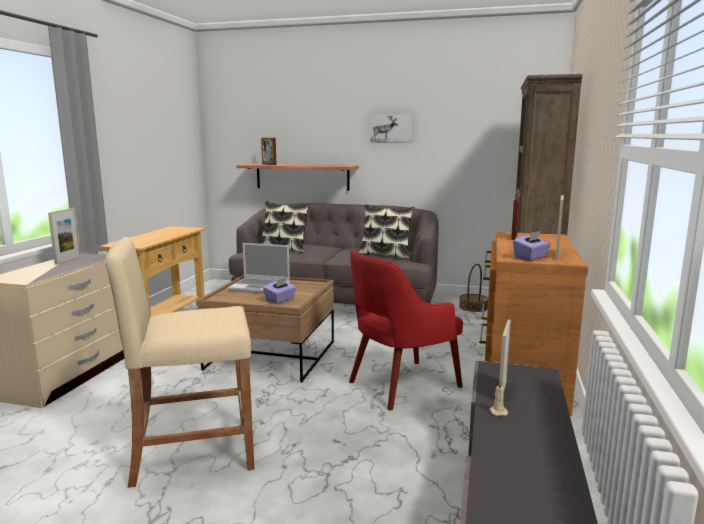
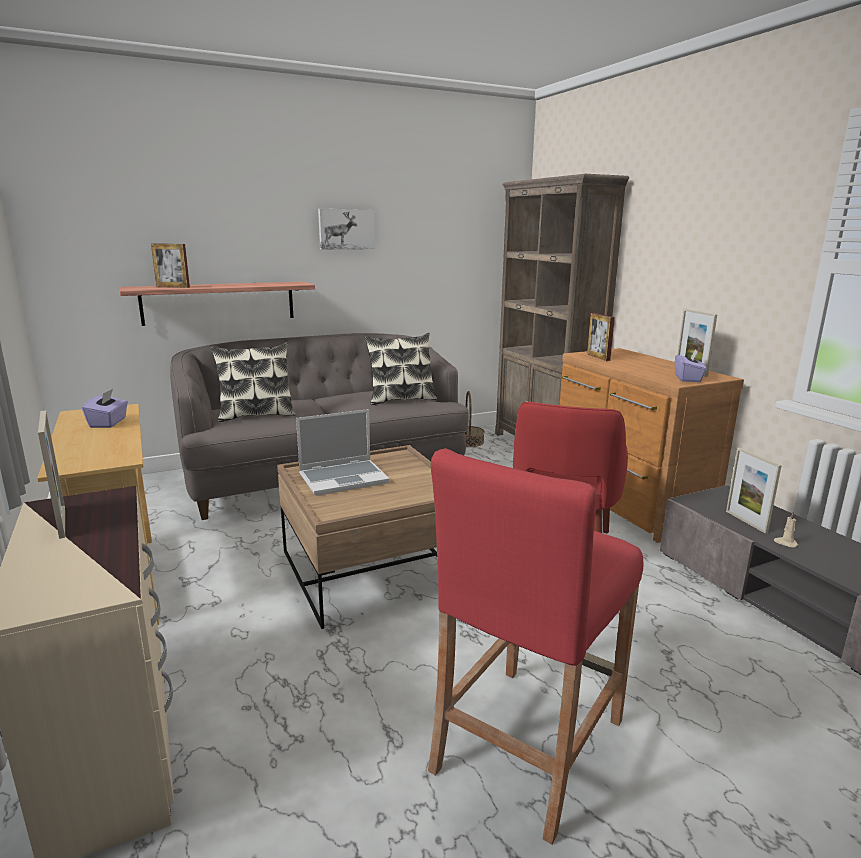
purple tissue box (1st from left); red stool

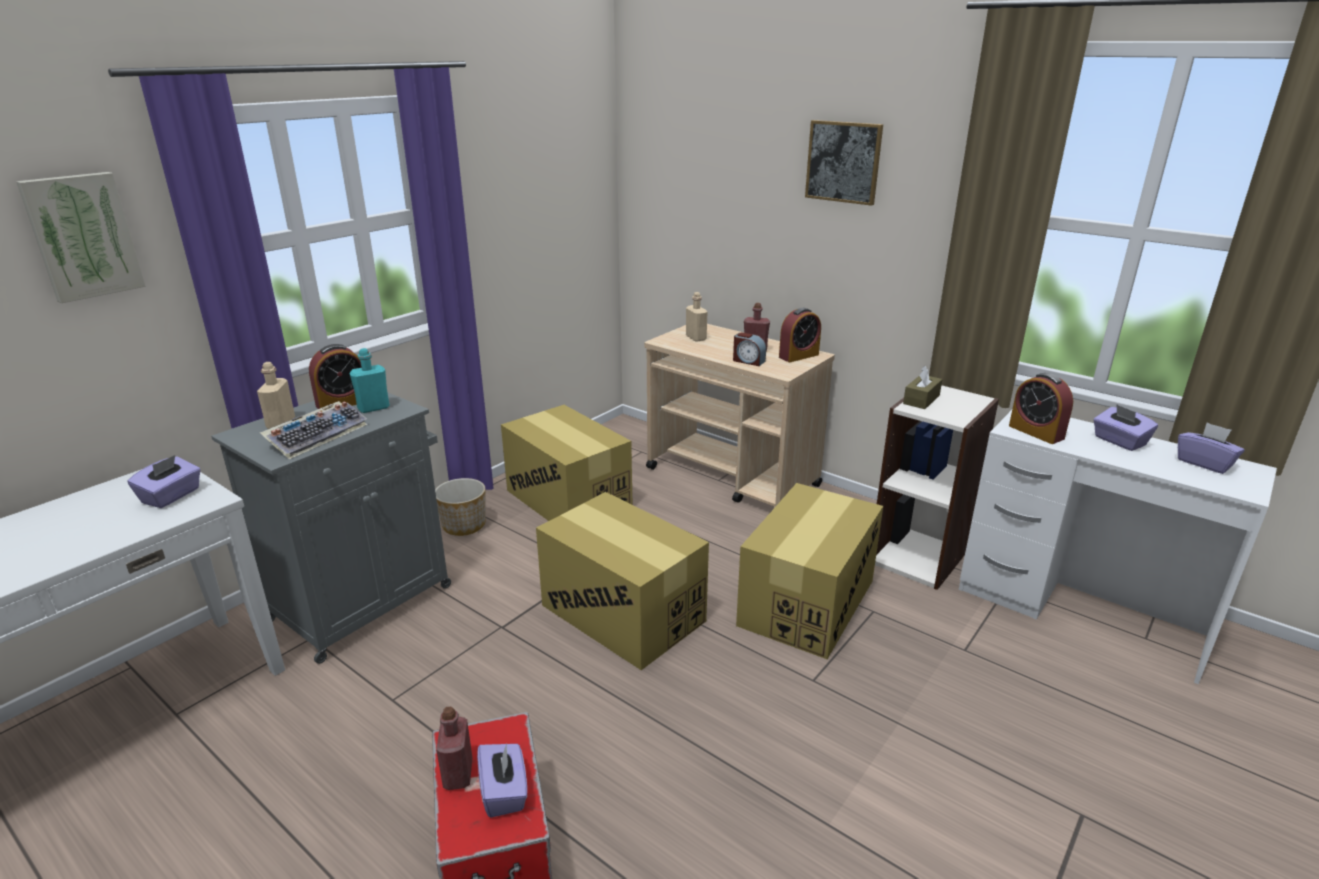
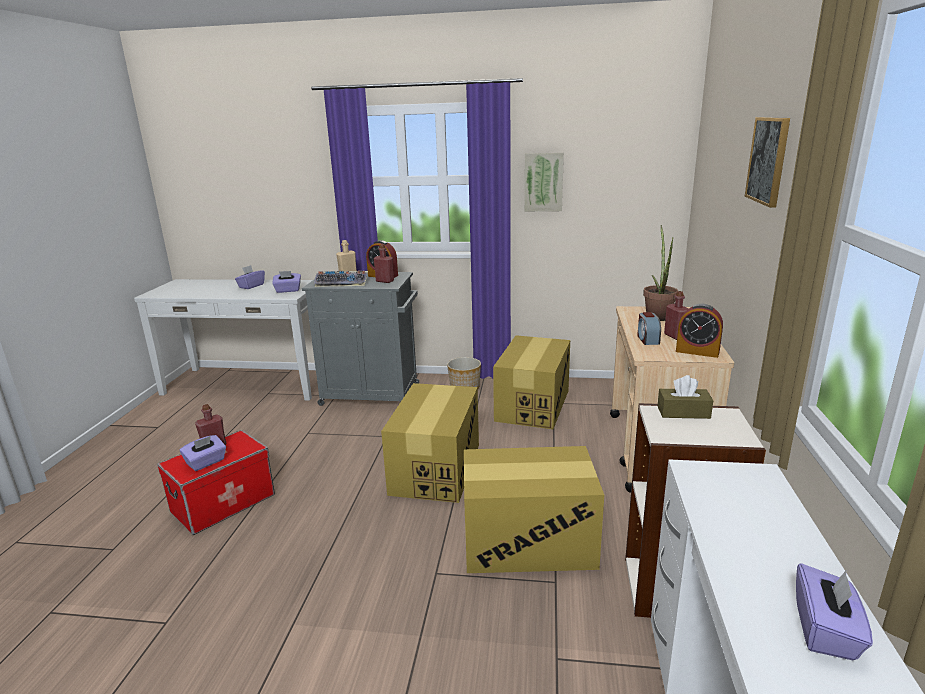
alarm clock (4th from left in the first image); picture (1st from left); purple tissue box (2nd from left); potted plant; red bottle (2nd from left)

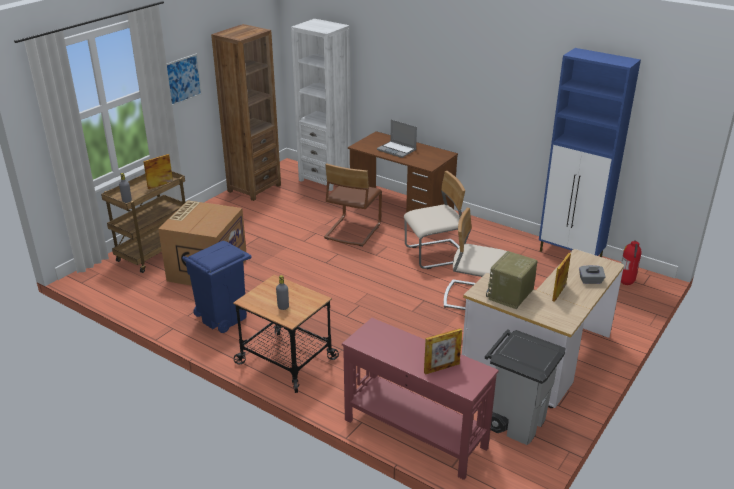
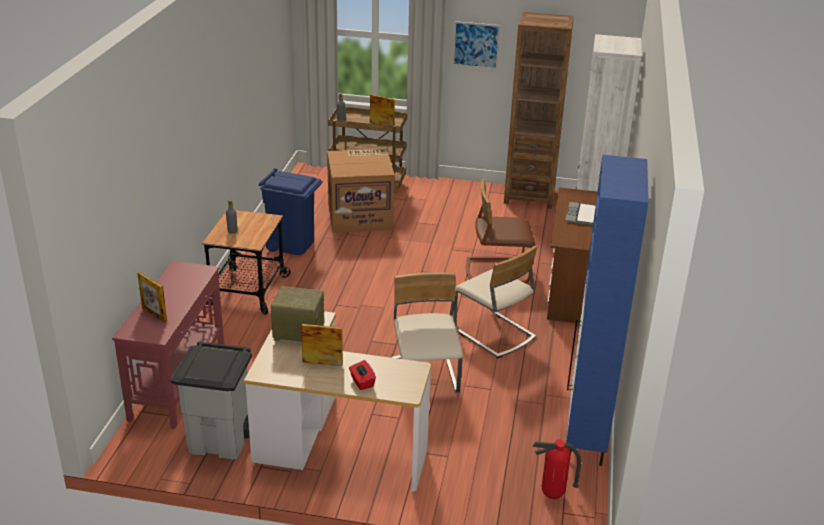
red tissue box

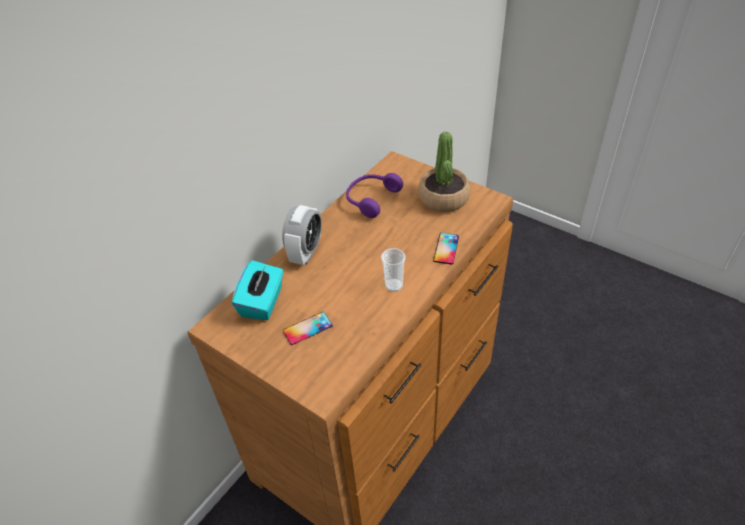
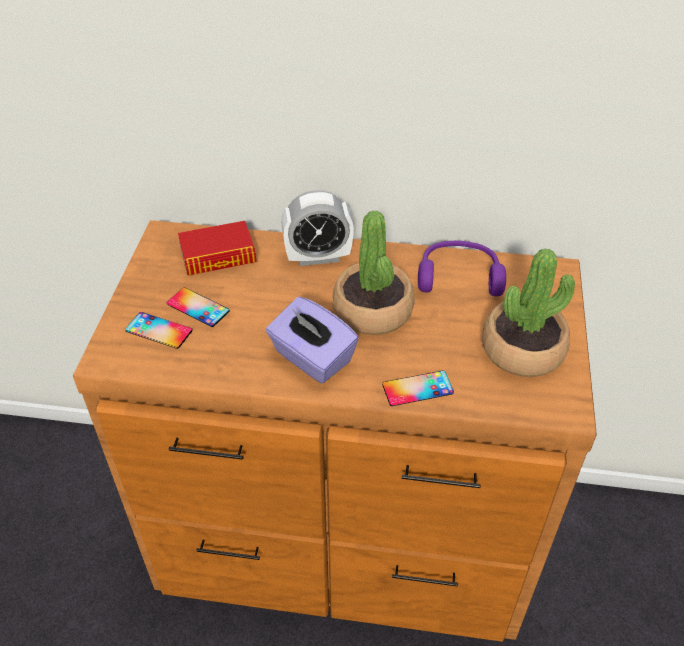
phone (1st from left); potted plant (1st from left); book; purple tissue box

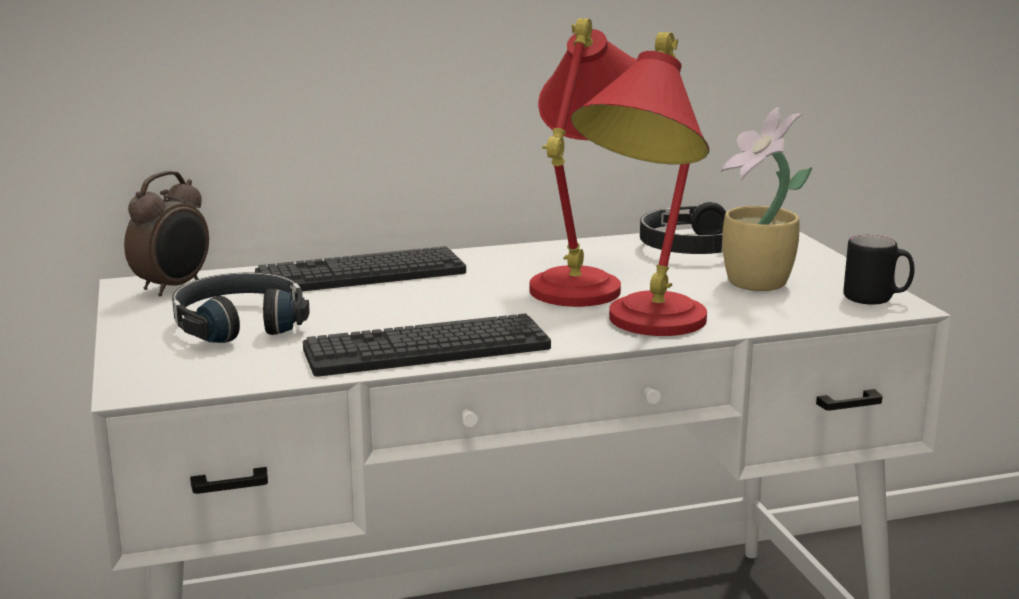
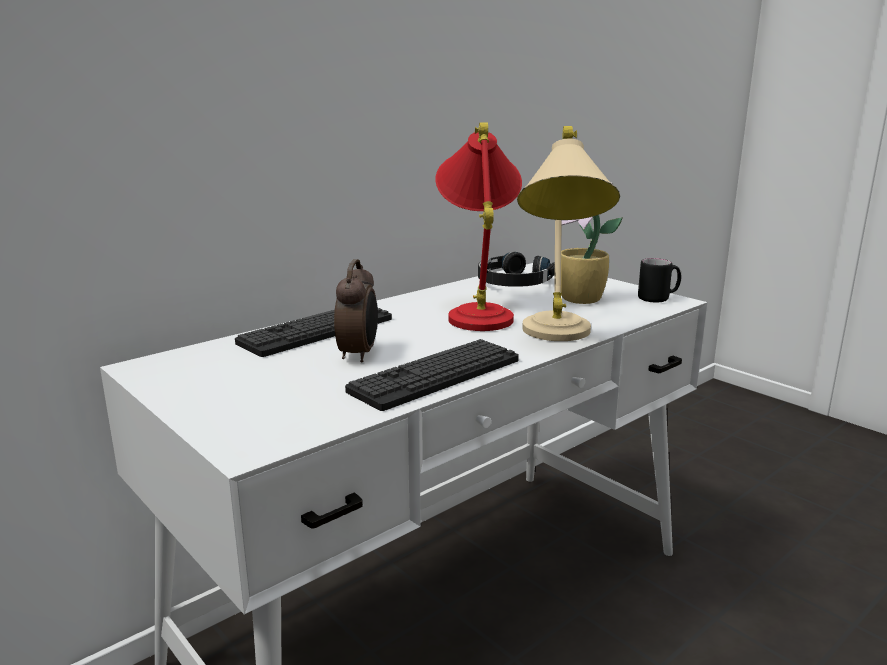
black headphones (1st from left in the first image); alarm clock; beige table lamp

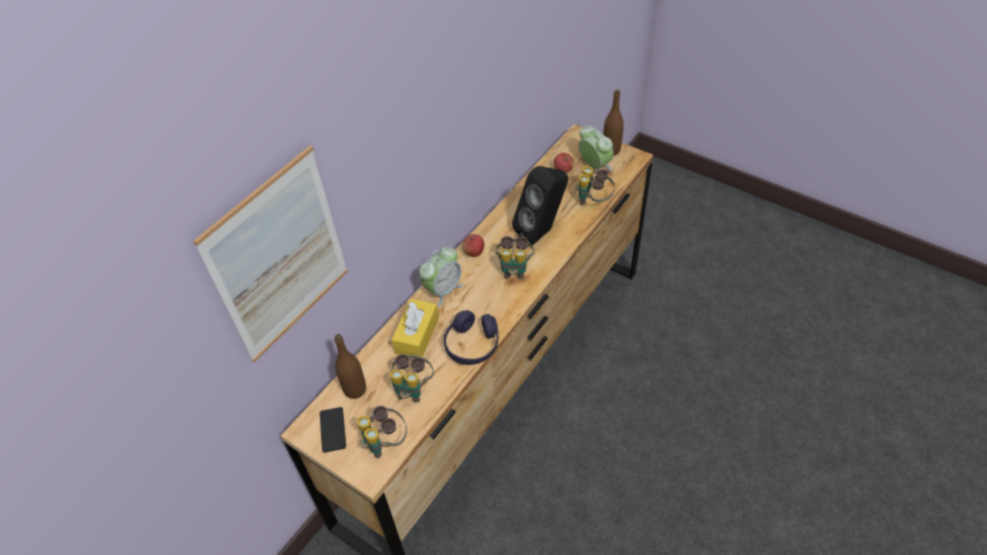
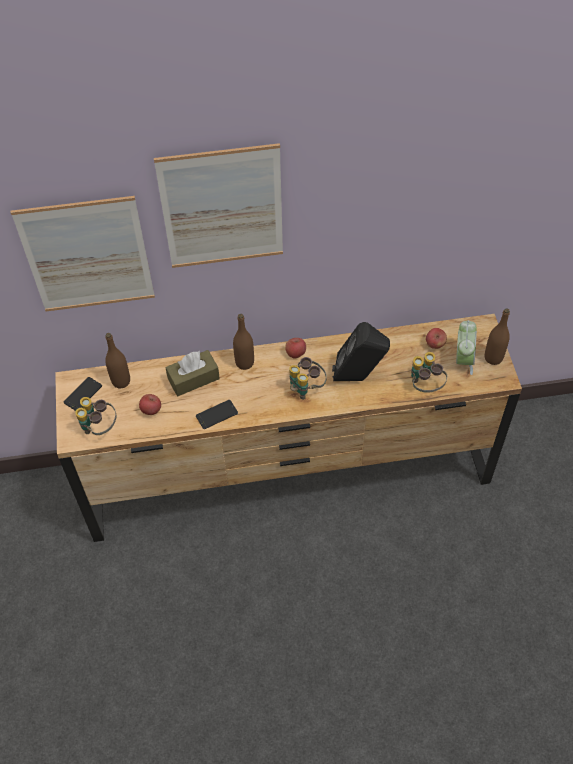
picture (2nd from left); apple (1st from left); brown bottle (2nd from left); phone (2nd from left); brown tissue box

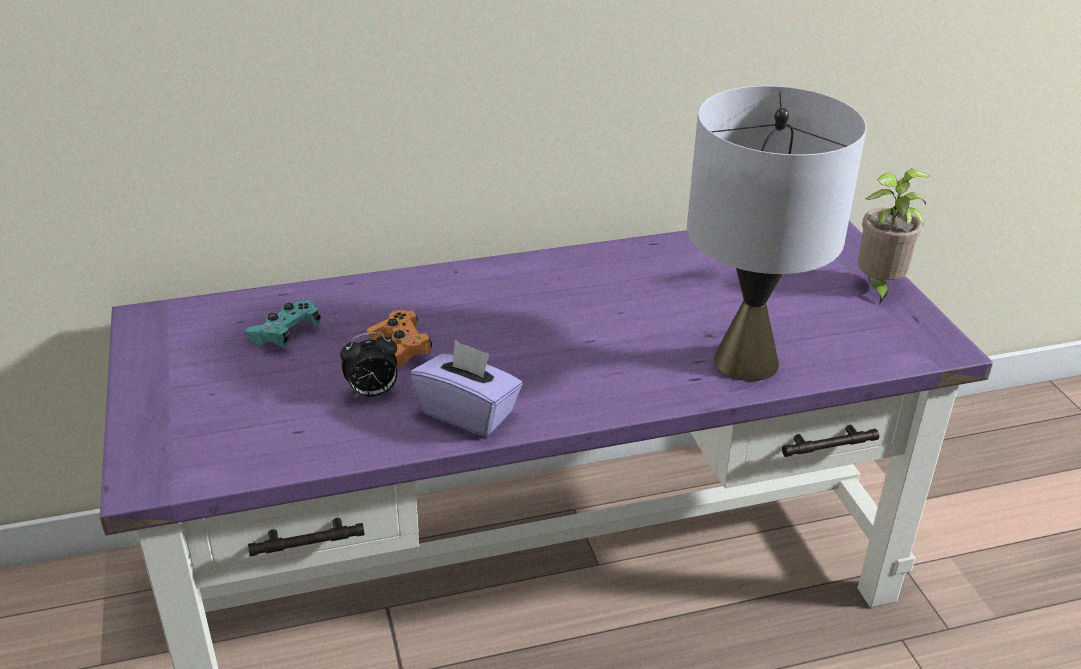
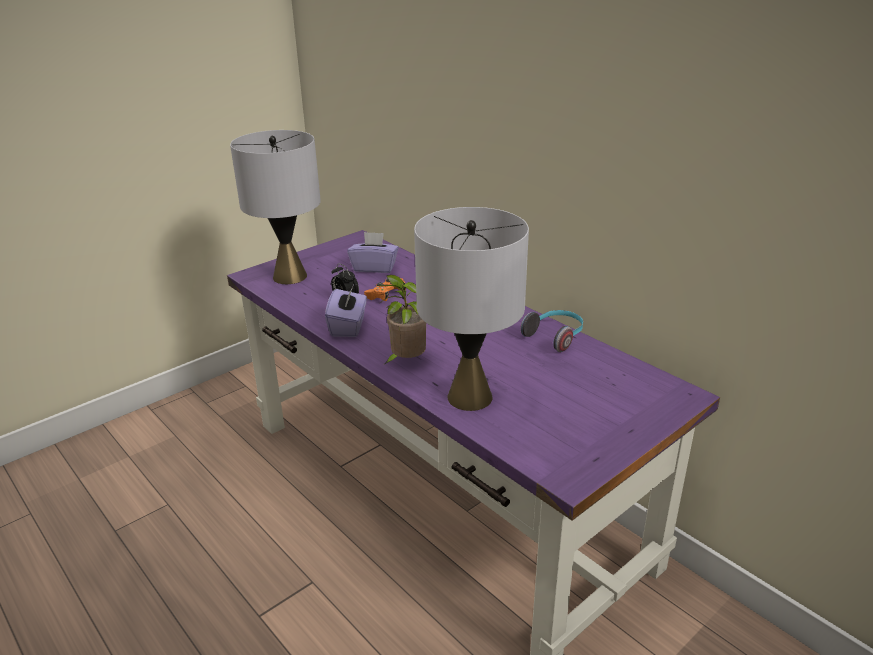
grey table lamp (1st from left); headphones; potted plant; purple tissue box (2nd from left)

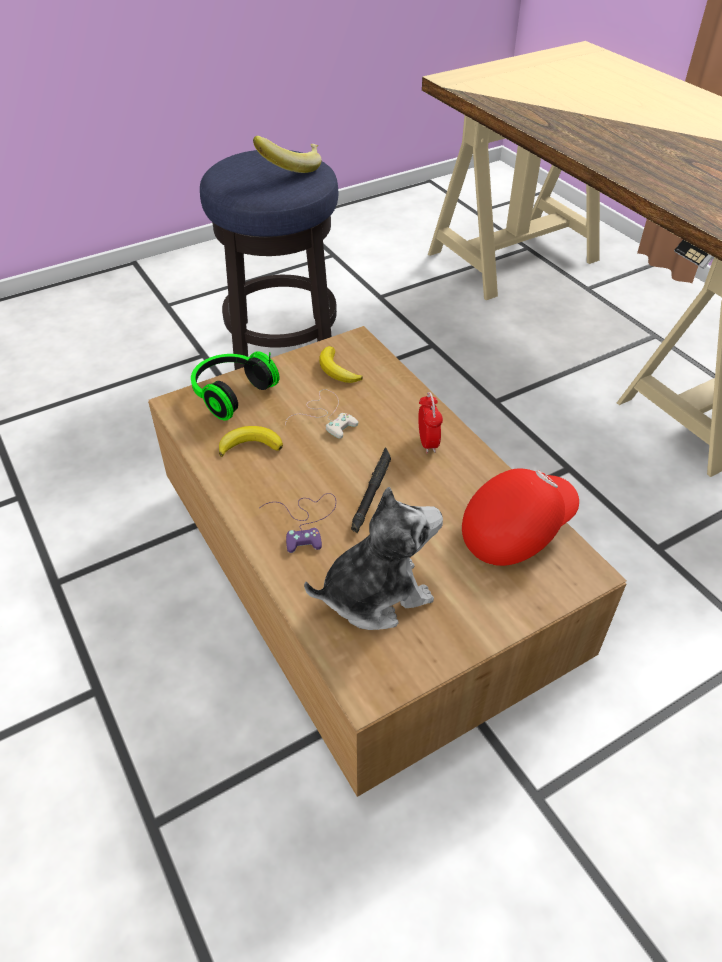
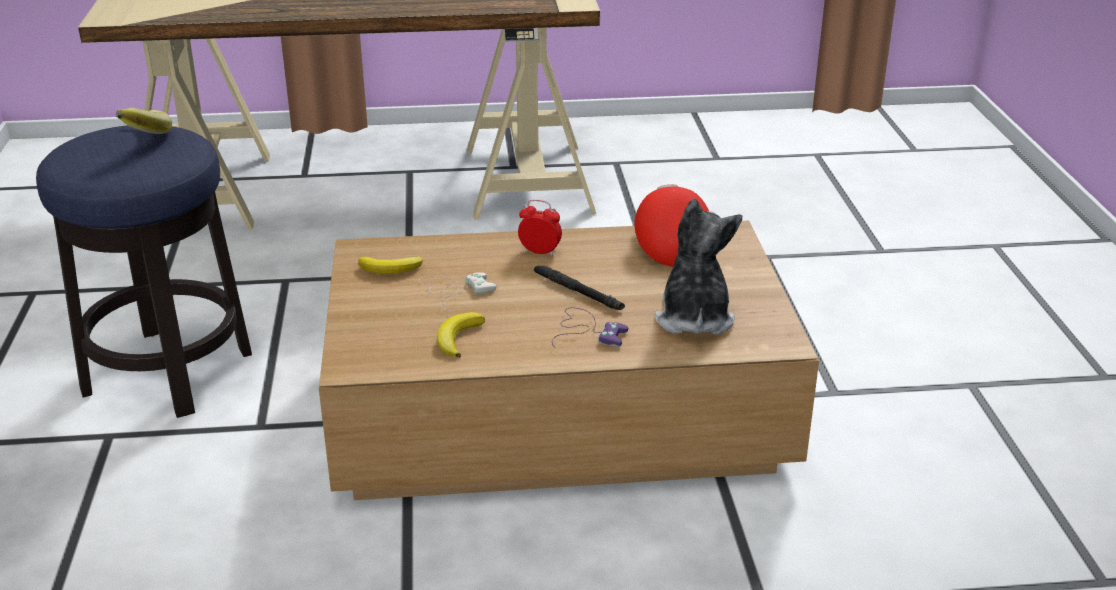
headphones

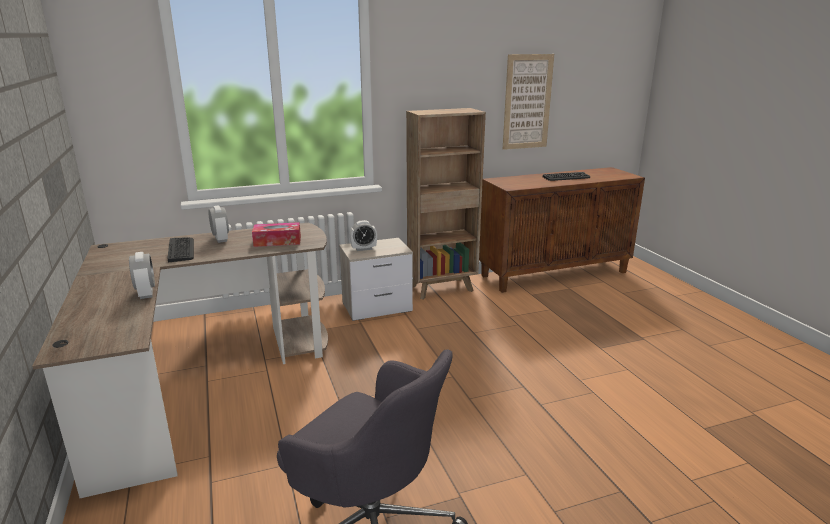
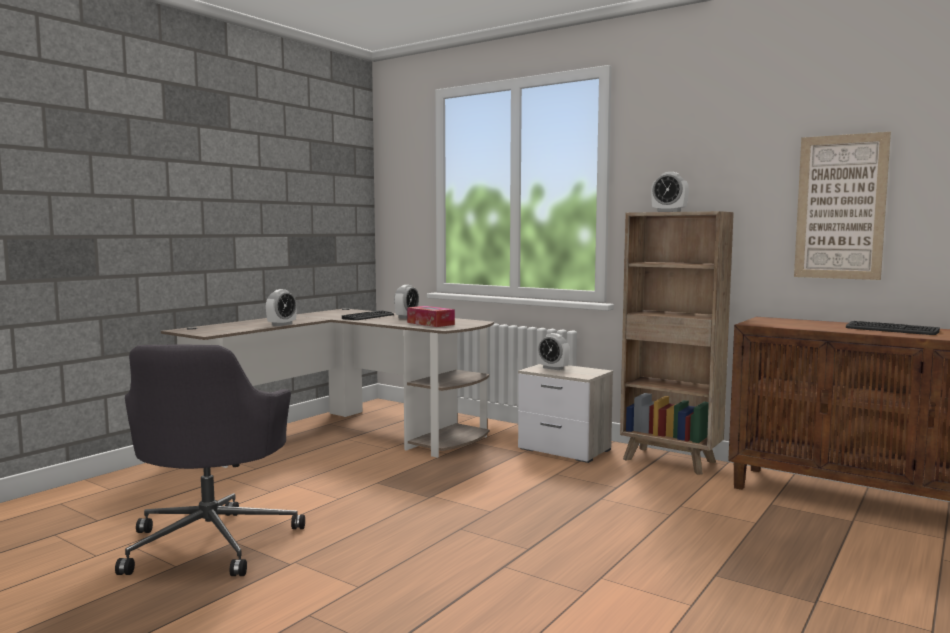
alarm clock (4th from left)

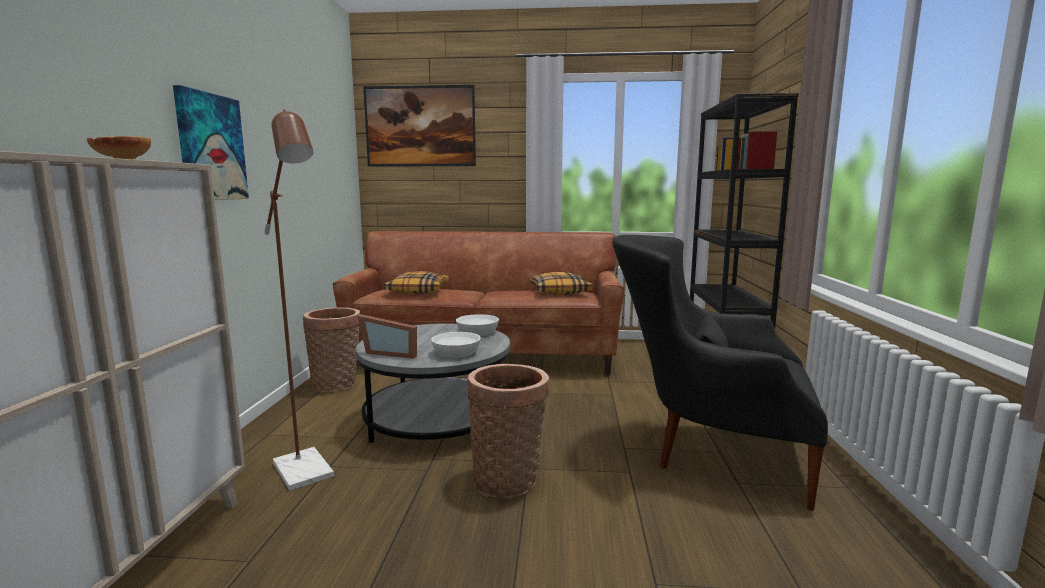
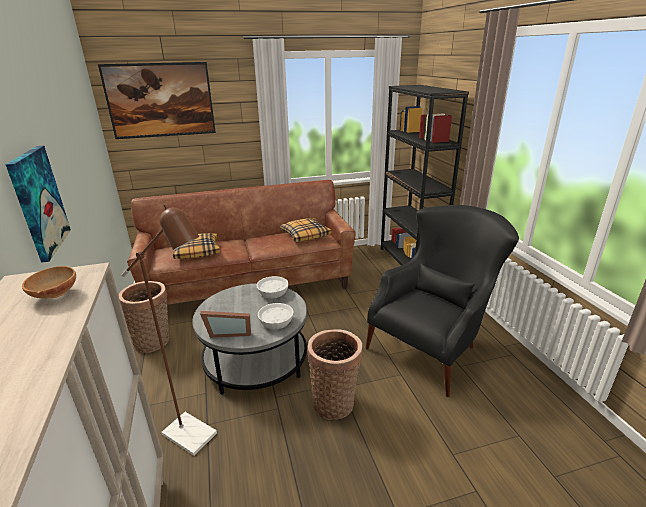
black armchair

